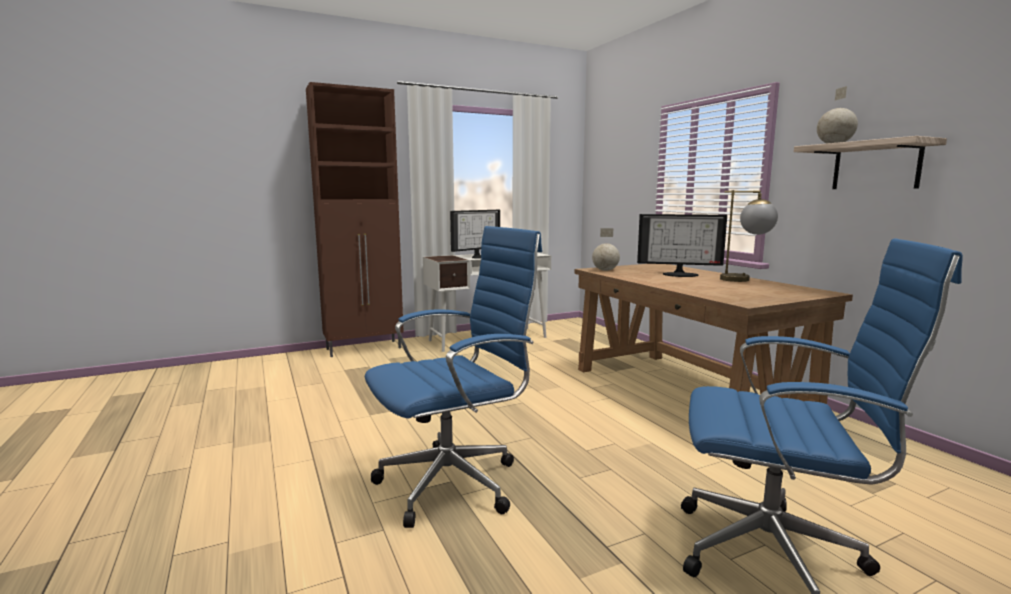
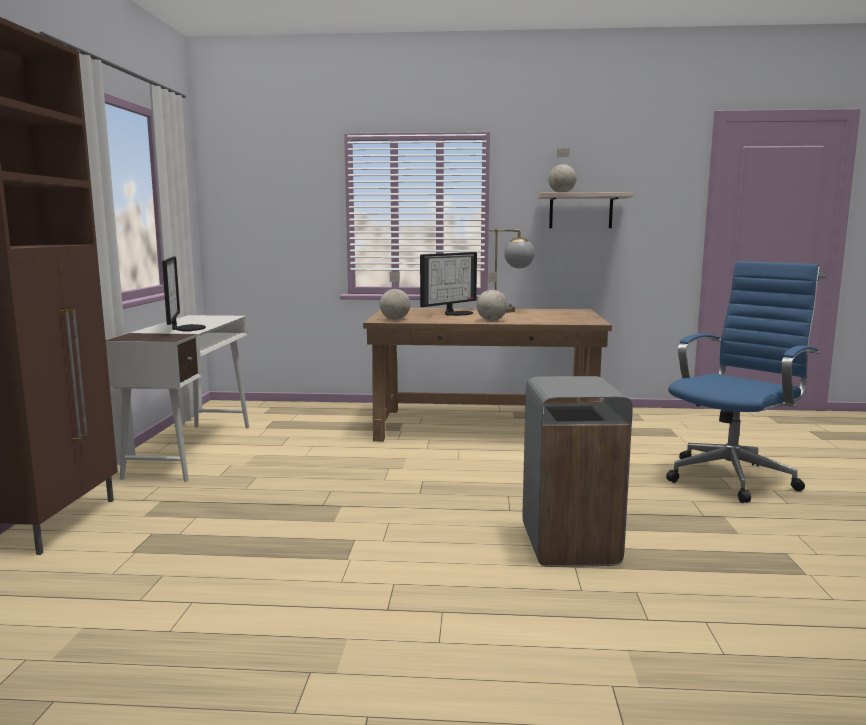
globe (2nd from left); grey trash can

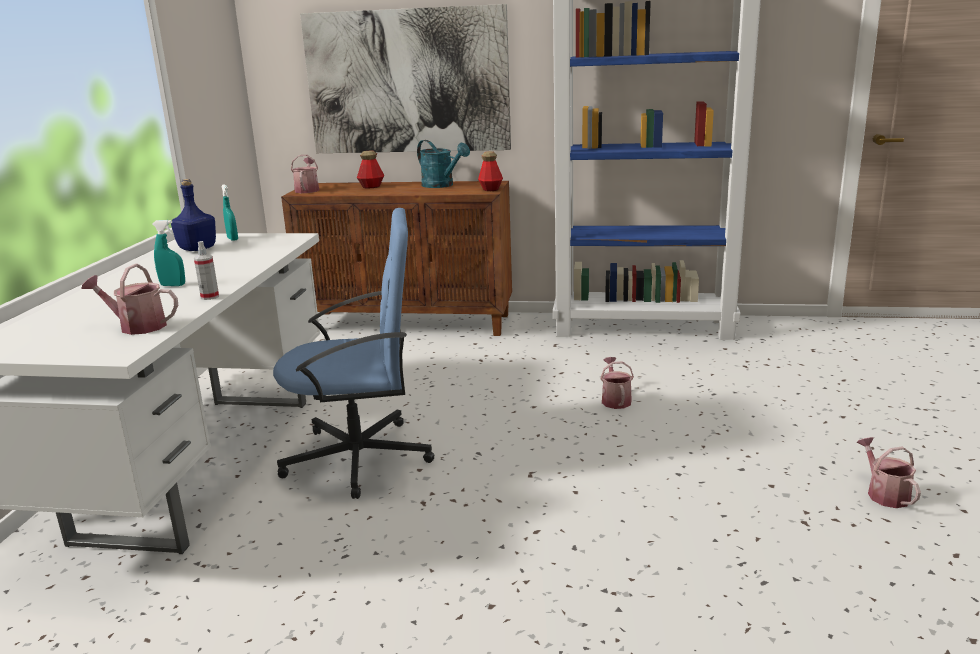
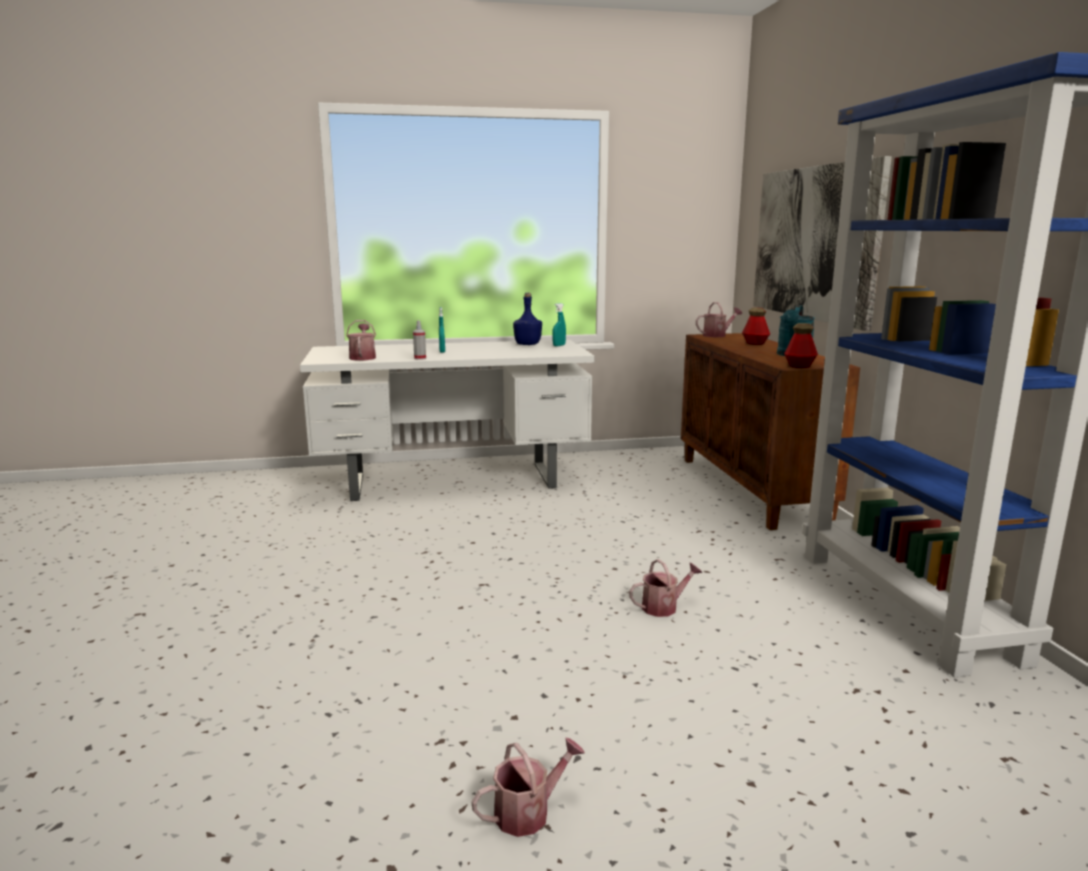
blue office chair

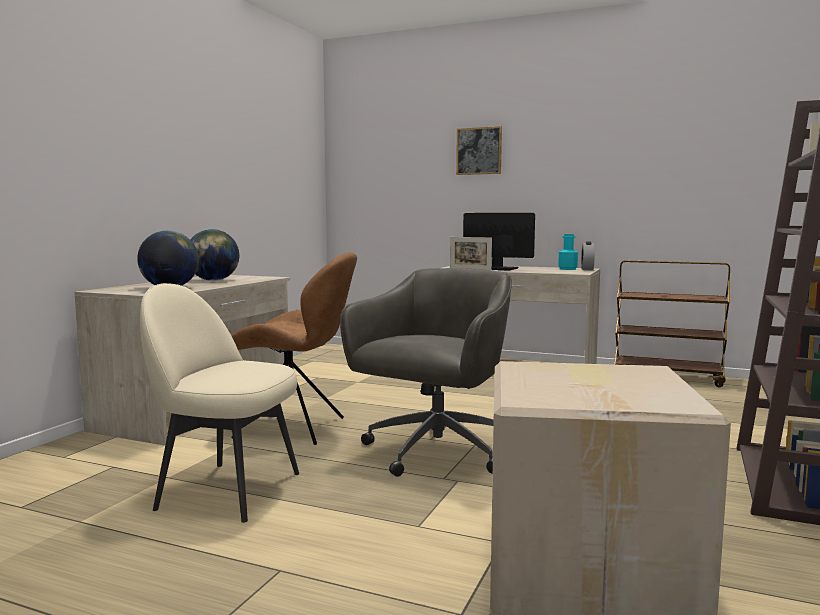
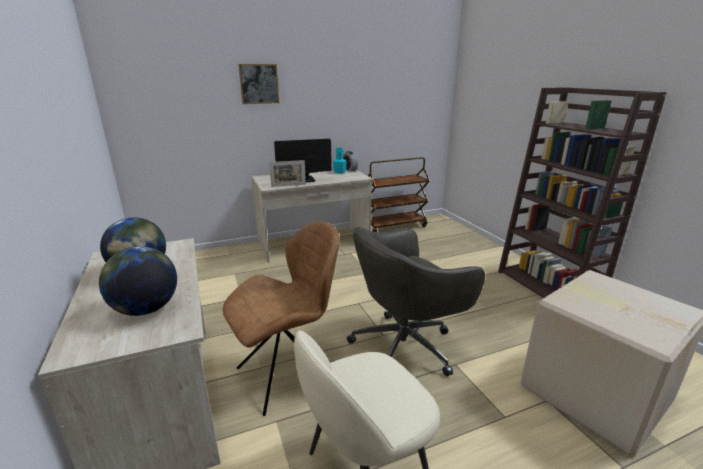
grey office chair

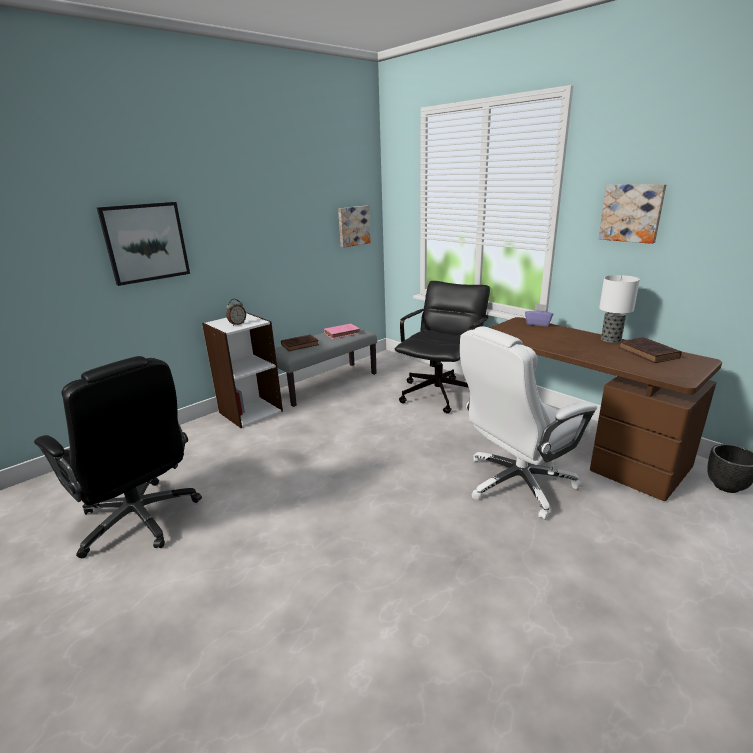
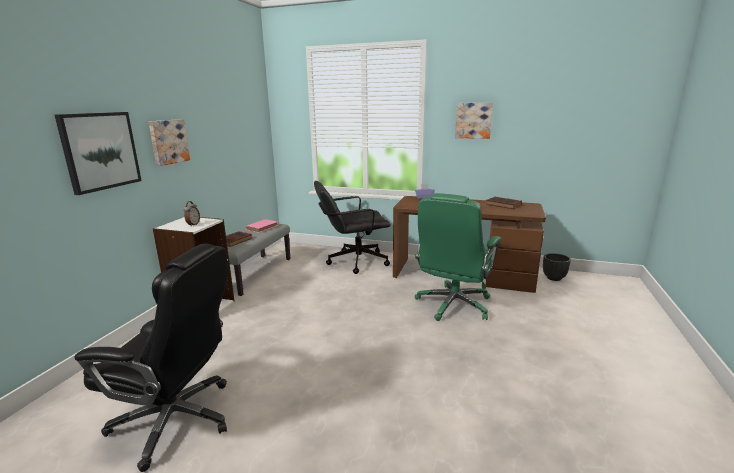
table lamp; picture (2nd from left); green office chair; black office chair (2nd from left)

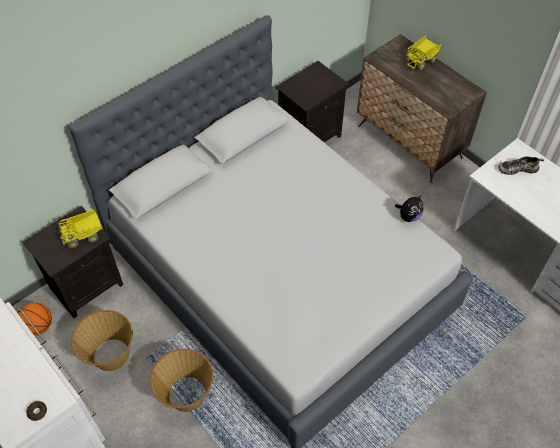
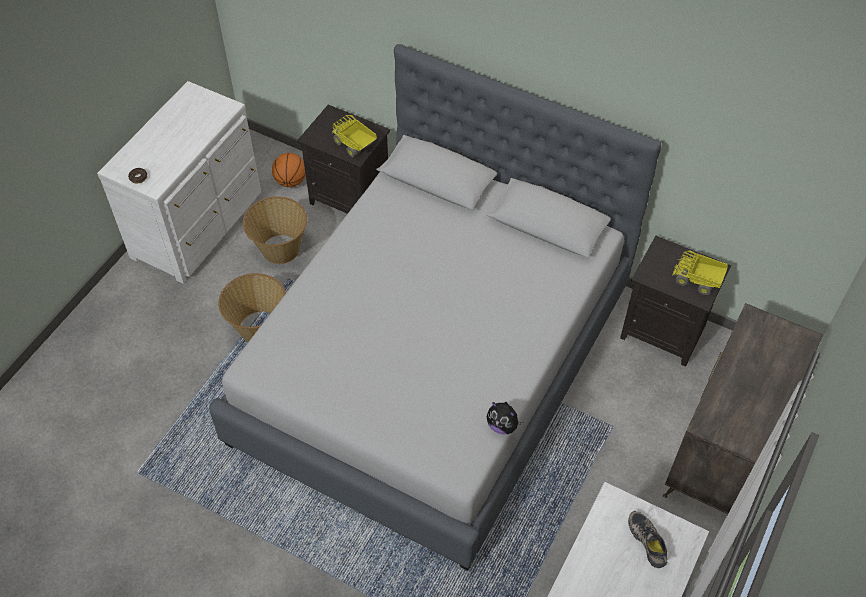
toy truck (2nd from left)

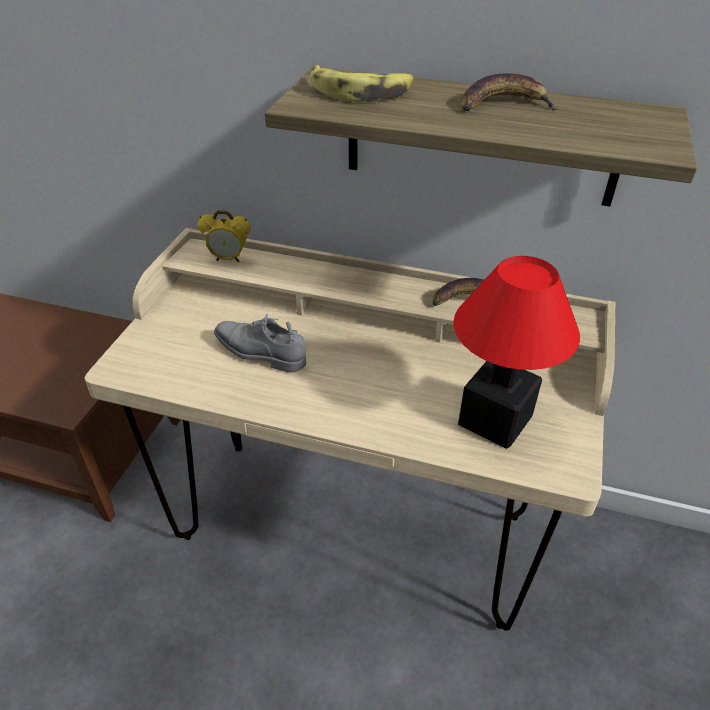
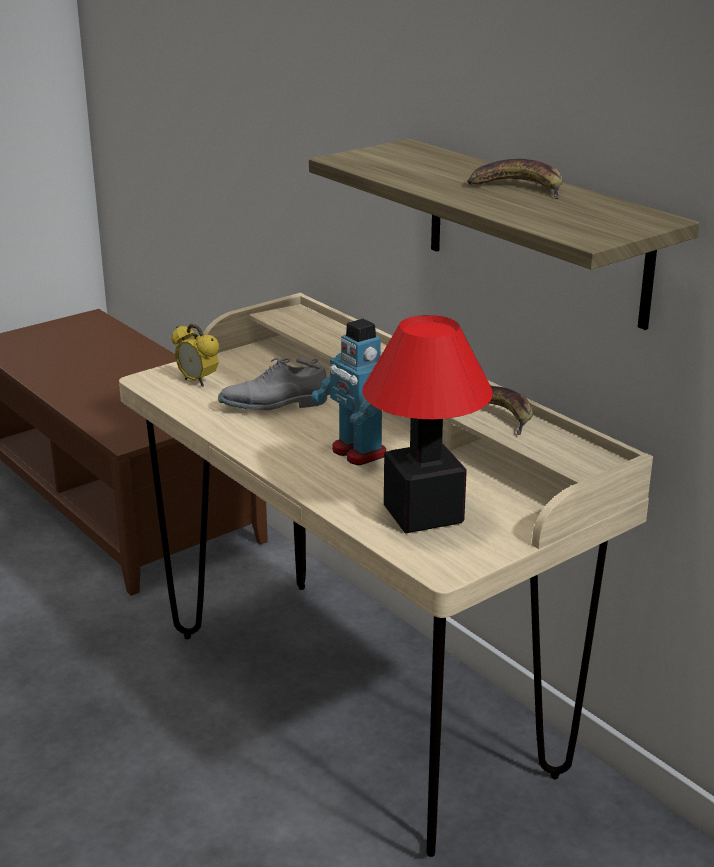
banana (1st from left in the first image); toy robot; alarm clock; grey shoe

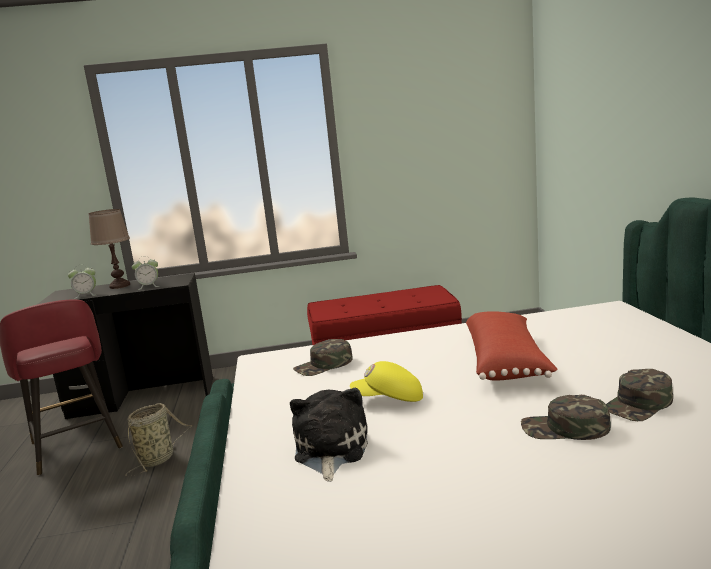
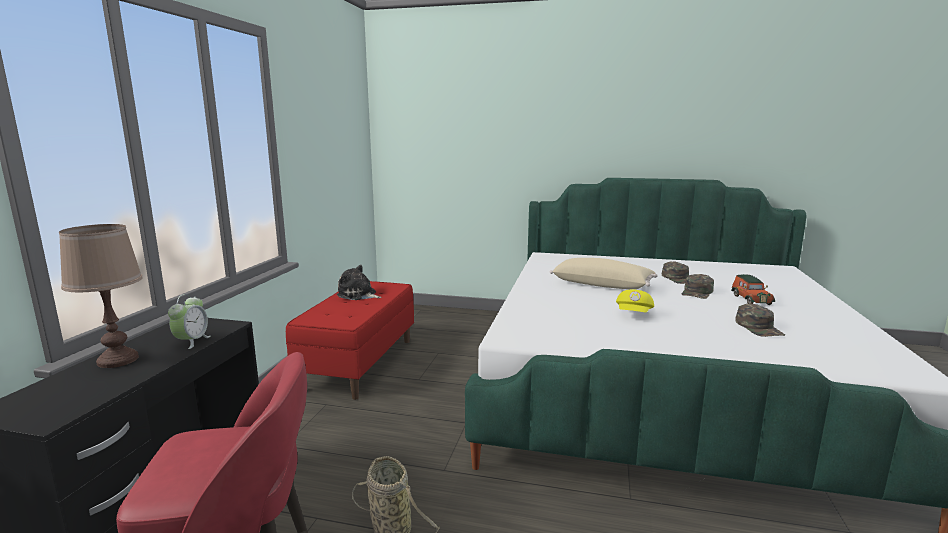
alarm clock (1st from left in the first image); toy car; plush toy; green cap (3rd from left); beige pillow

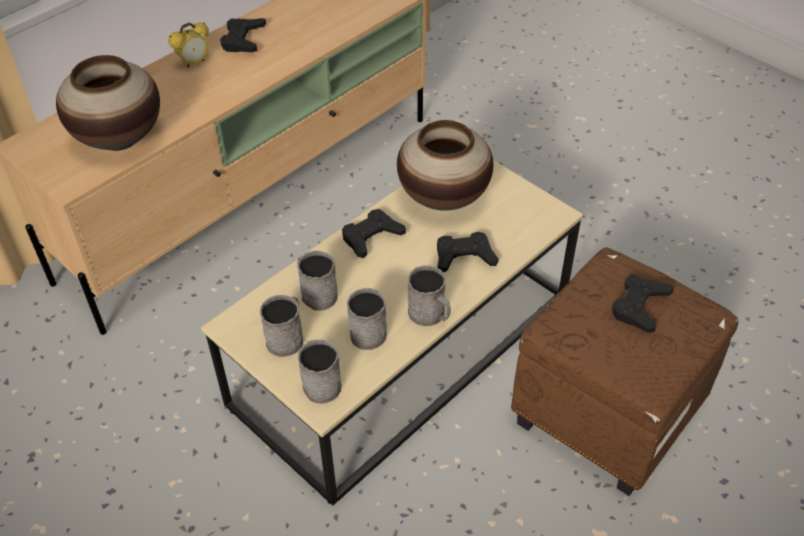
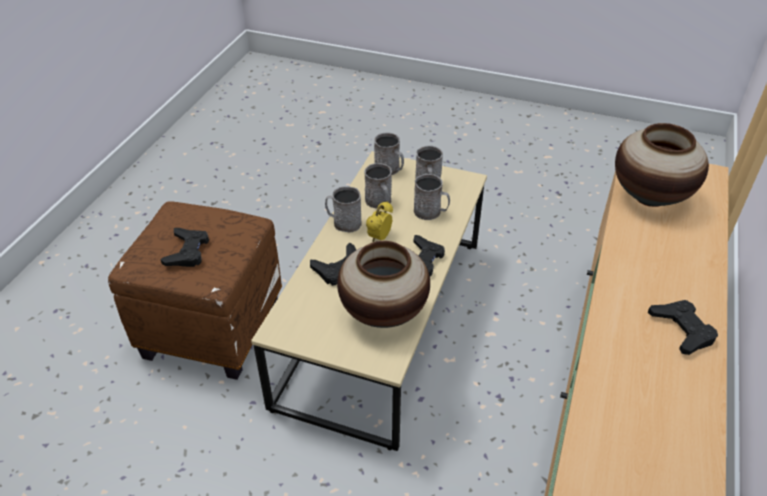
alarm clock

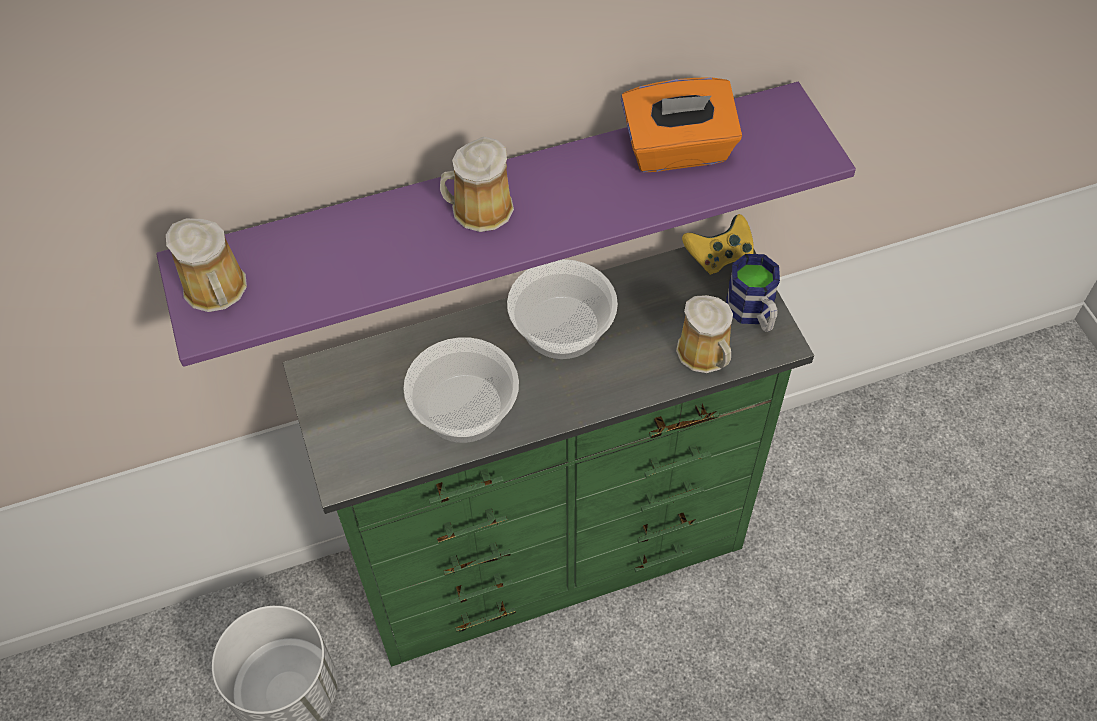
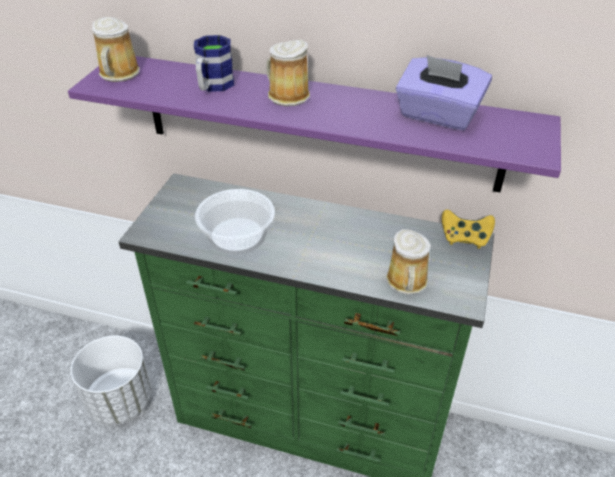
bowl (2nd from left in the first image); mug (2nd from left); purple tissue box

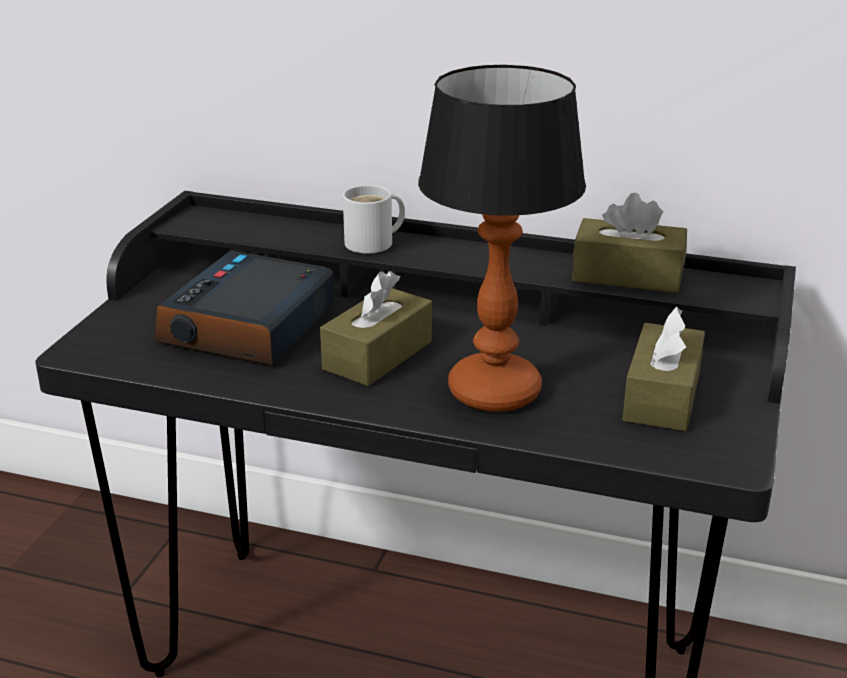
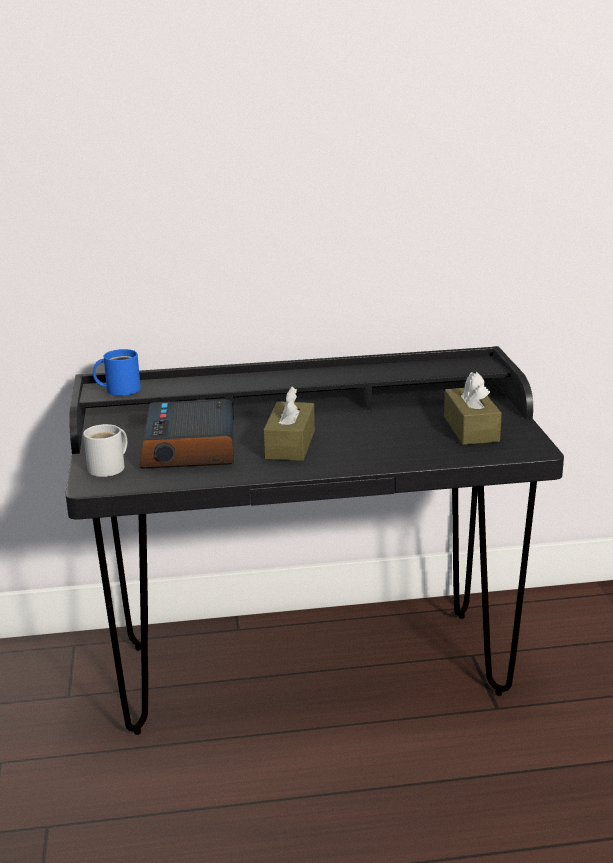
table lamp; brown tissue box (2nd from left in the first image); blue mug; white mug

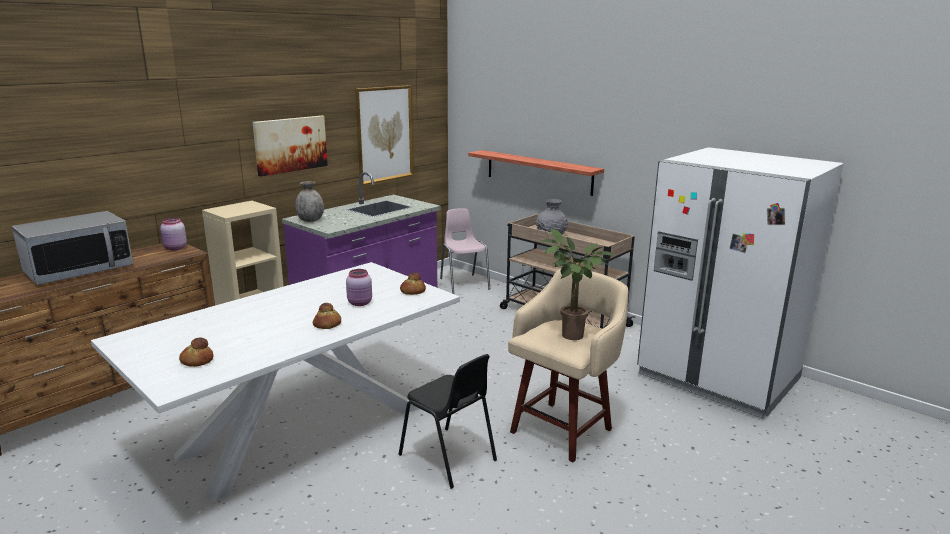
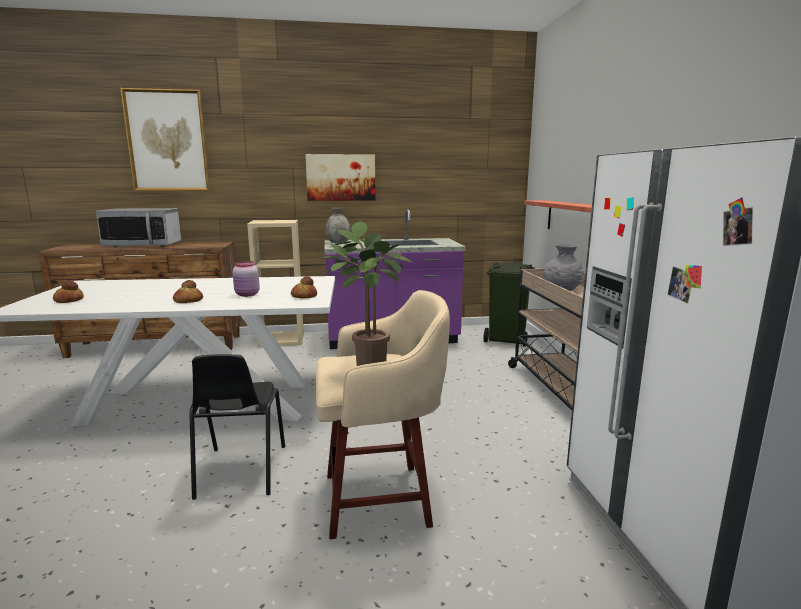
pink jar (1st from left in the first image); picture (1st from left); green trash can

